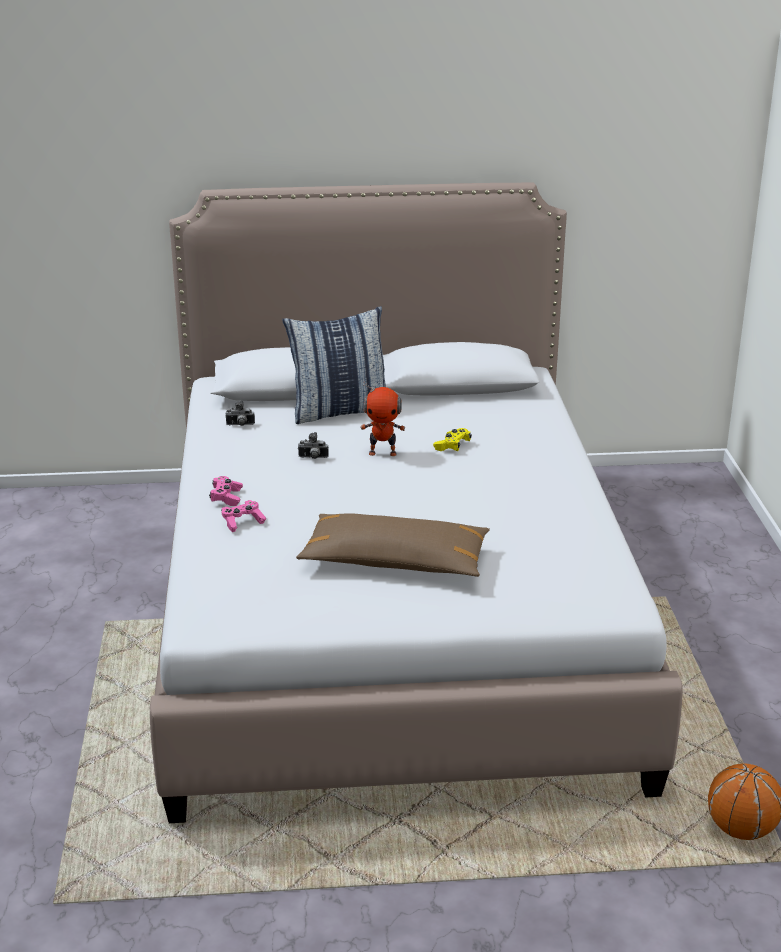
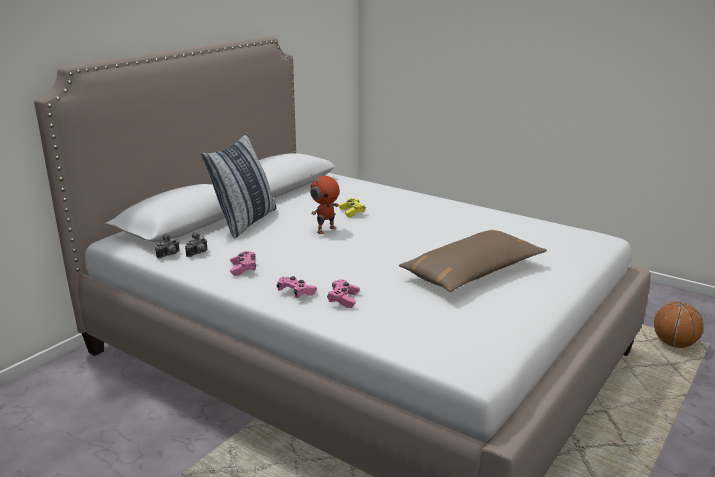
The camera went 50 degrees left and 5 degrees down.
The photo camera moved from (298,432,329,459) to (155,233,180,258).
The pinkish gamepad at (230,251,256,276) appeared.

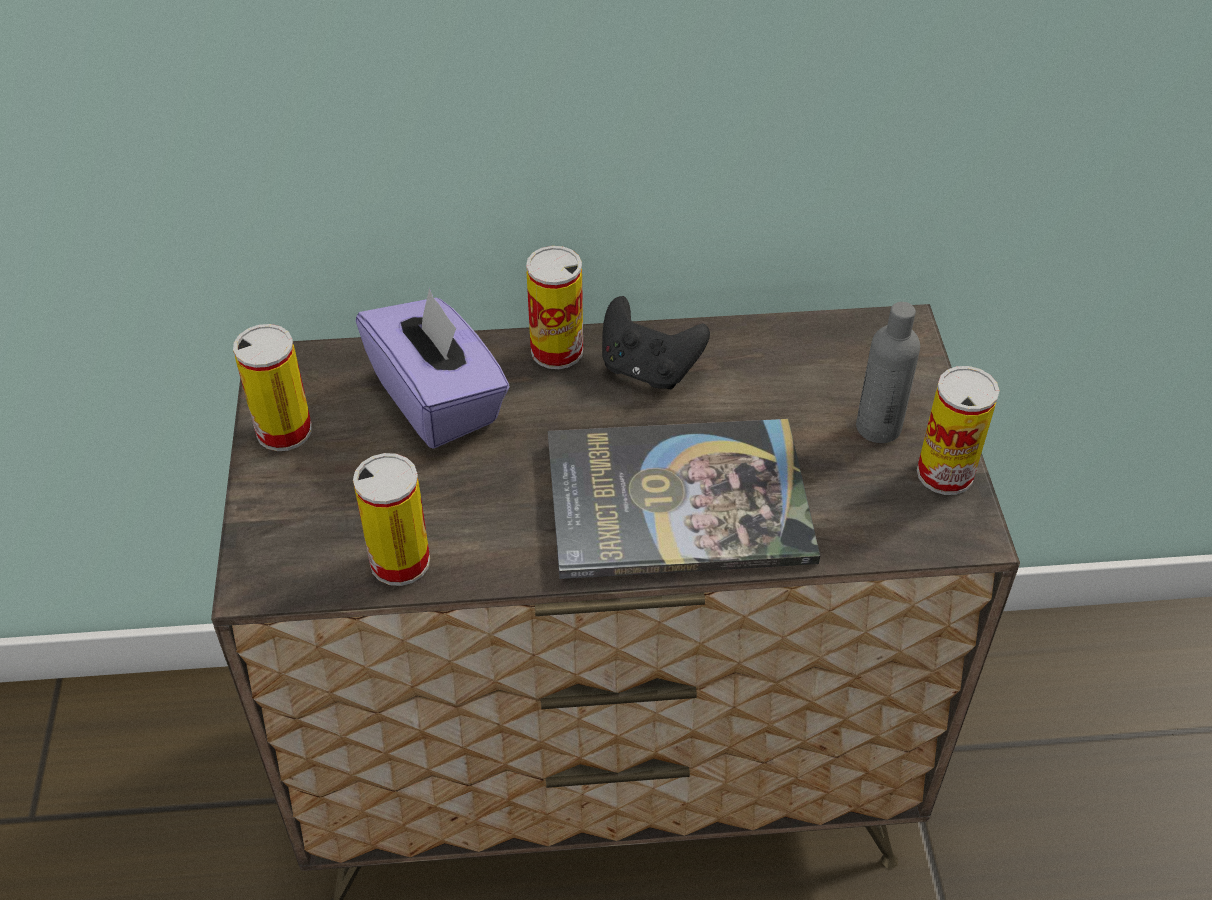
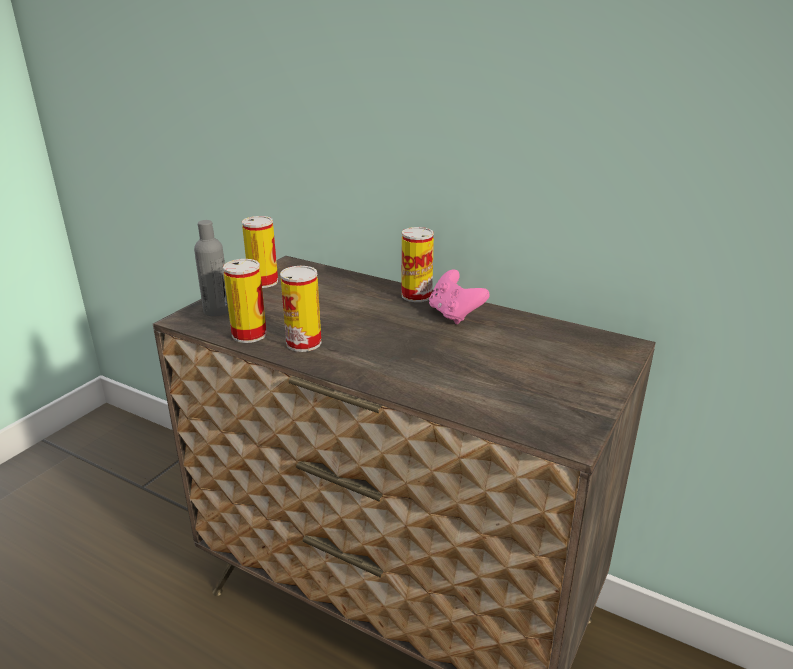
The camera went 35 degrees right and 20 degrees down.
The purple-coloured box of tissues at (356,288,510,449) disappeared.
The book at (548,419,820,579) disappeared.
The blackish gamepad at (602,296,710,389) became the pinkish gamepad at (429,270,490,324).
The gray beverage bottle moved from (856,302,920,443) to (194,220,229,316).
The can moved from (917,366,1000,495) to (280,266,321,352).

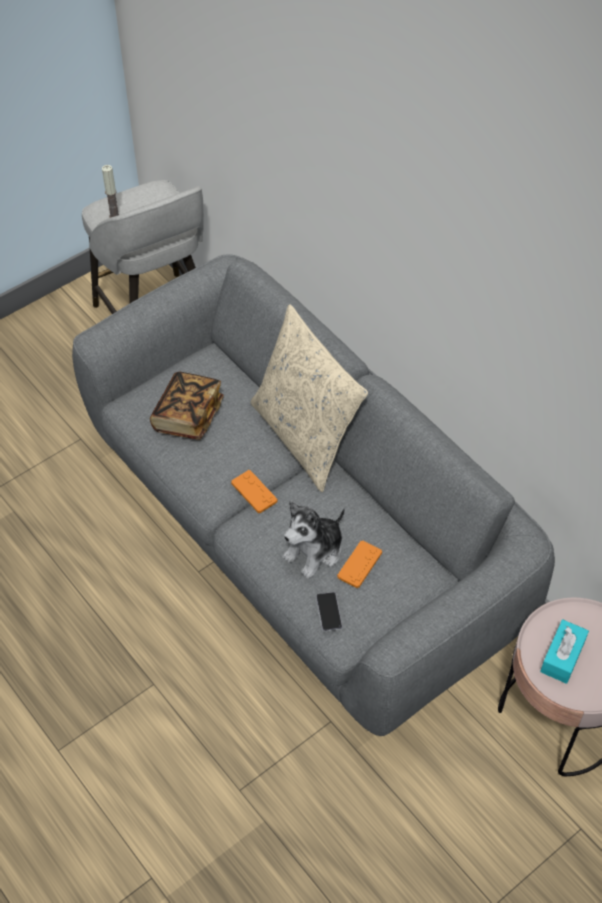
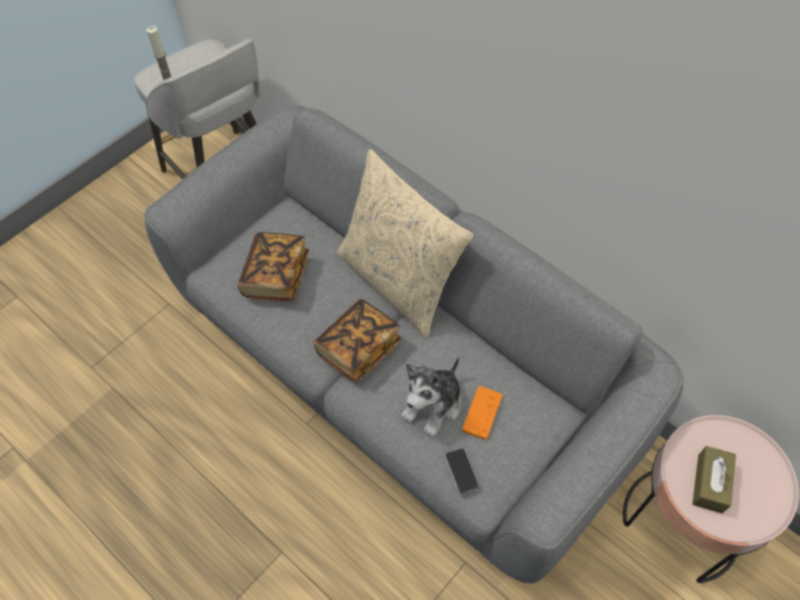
The camera went 10 degrees left and 5 degrees up.
The orangey gamepad at (231,470,277,513) was replaced by the book at (313,299,401,383).
The turquoise box of tissues at (540,619,589,684) became the brown-coloured box of tissues at (692,446,736,513).

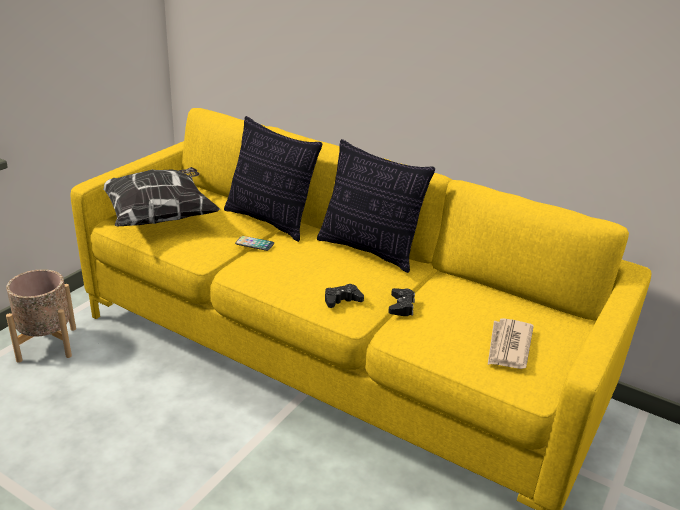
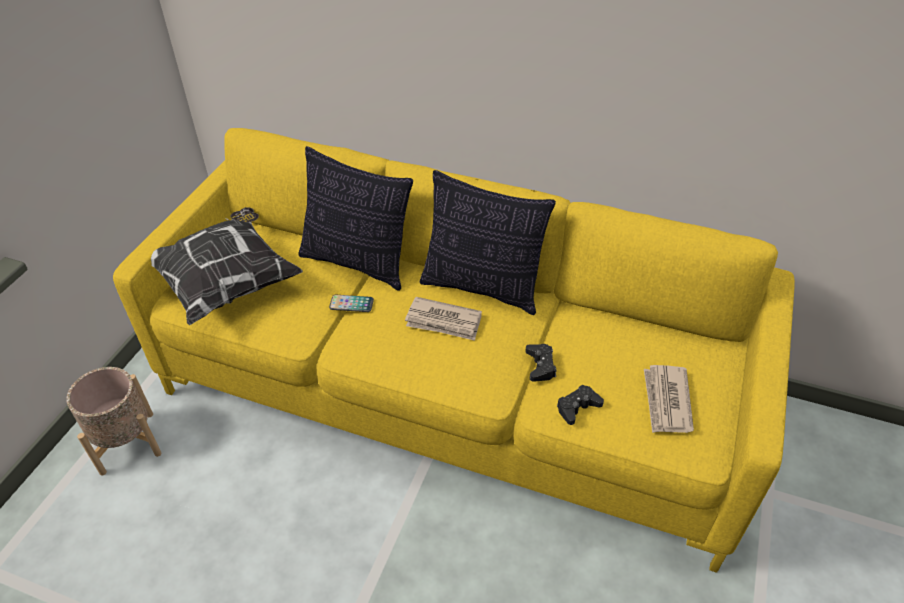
The camera went 10 degrees left and 15 degrees up.
The blackish gamepad moved from (325,284,364,308) to (557,385,604,425).
The daily paper at (405,297,482,341) appeared.

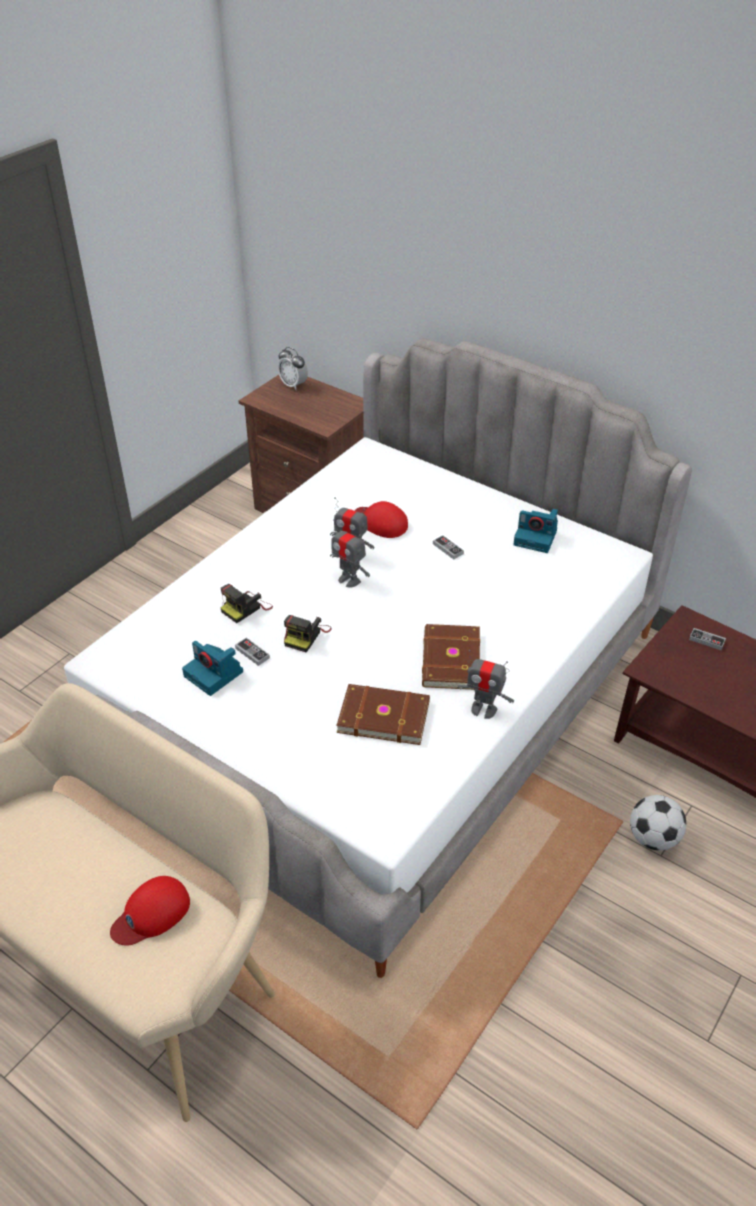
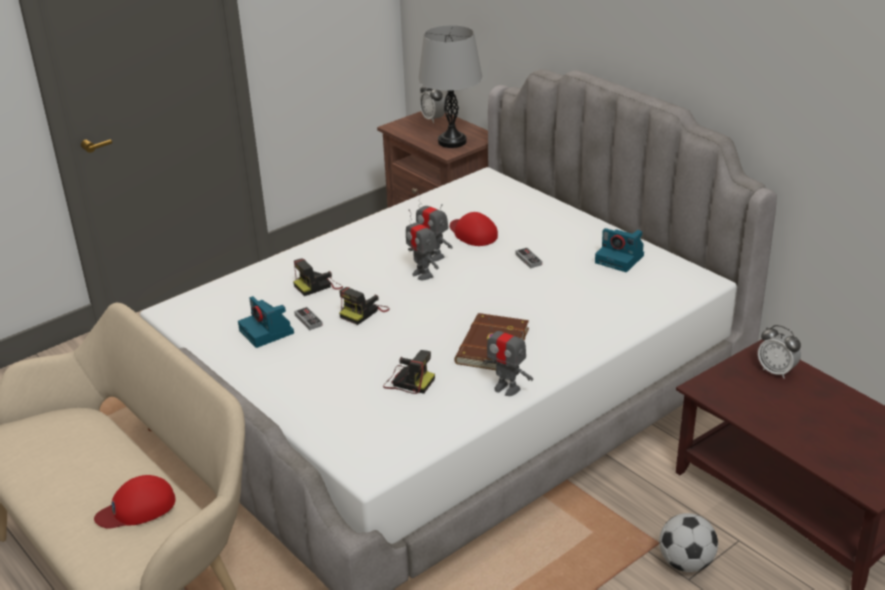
The camera went 15 degrees right and 10 degrees down.
The brown-coloured book at (336,684,430,745) was replaced by the photo camera at (383,350,435,394).
The gamepad at (689,628,726,650) was replaced by the bedside clock at (758,325,801,379).
The gray tabletop lamp at (418,25,483,148) appeared.

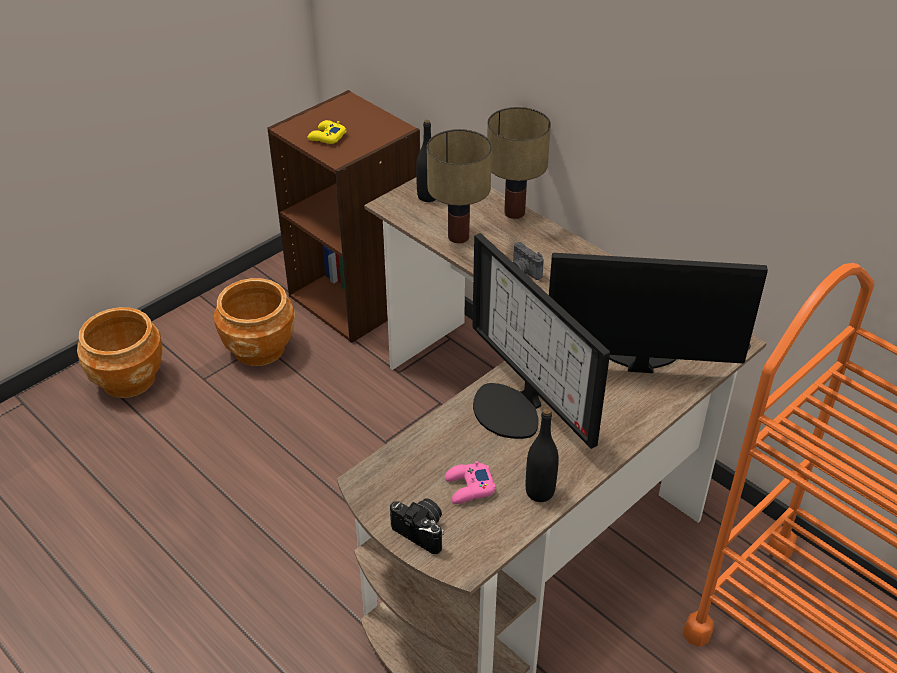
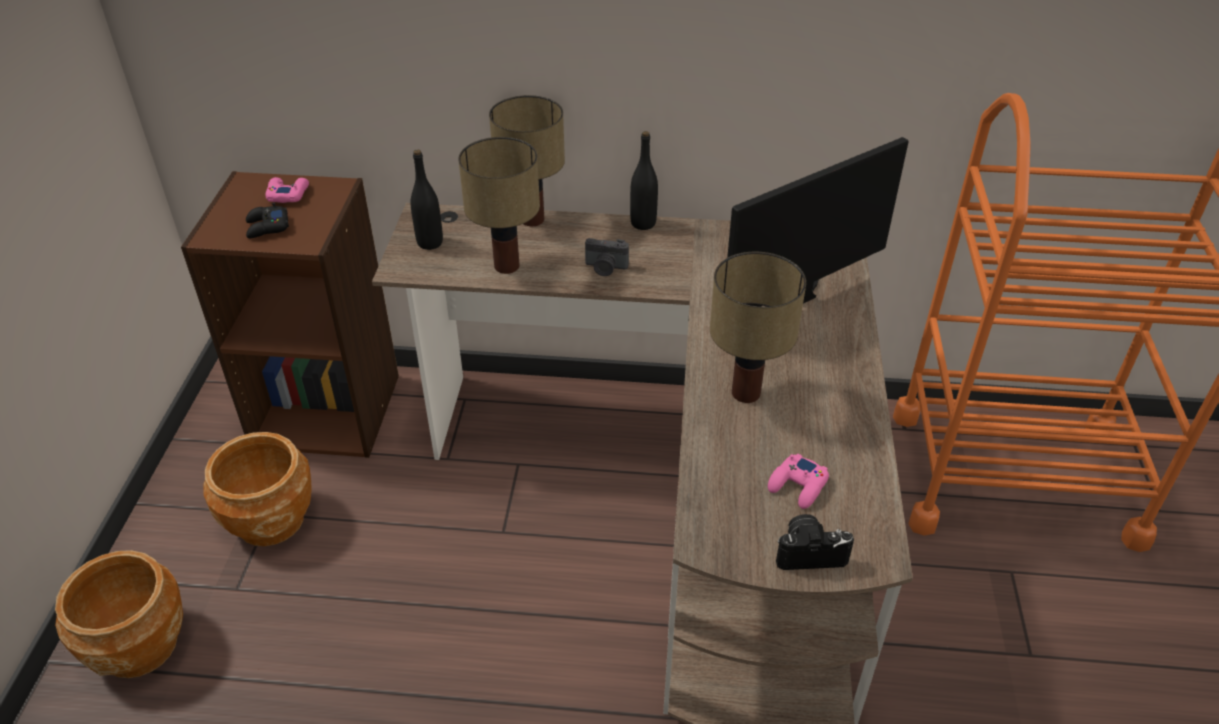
The camera went 40 degrees left and 0 degrees up.
The yellow gamepad at (307,120,346,144) became the blackish gamepad at (246,202,289,238).
The computer screen at (472,233,610,449) was replaced by the tabletop lamp at (710,252,806,403).
The blackish beverage bottle moved from (526,408,559,502) to (630,131,658,230).
The pinkish gamepad at (265,177,309,203) appeared.

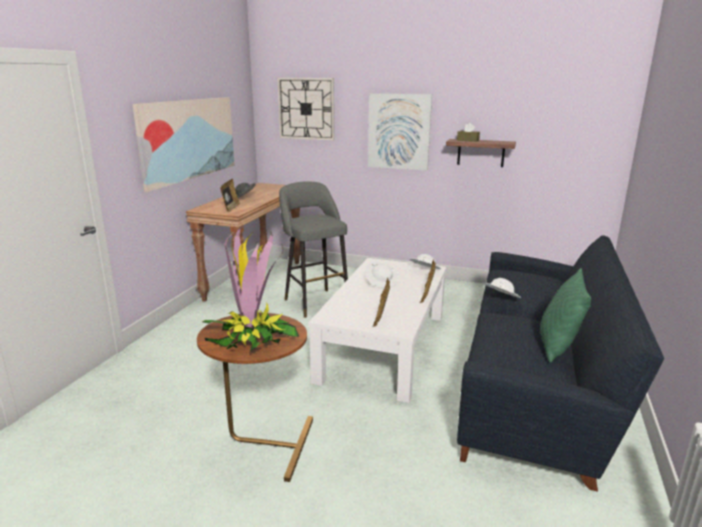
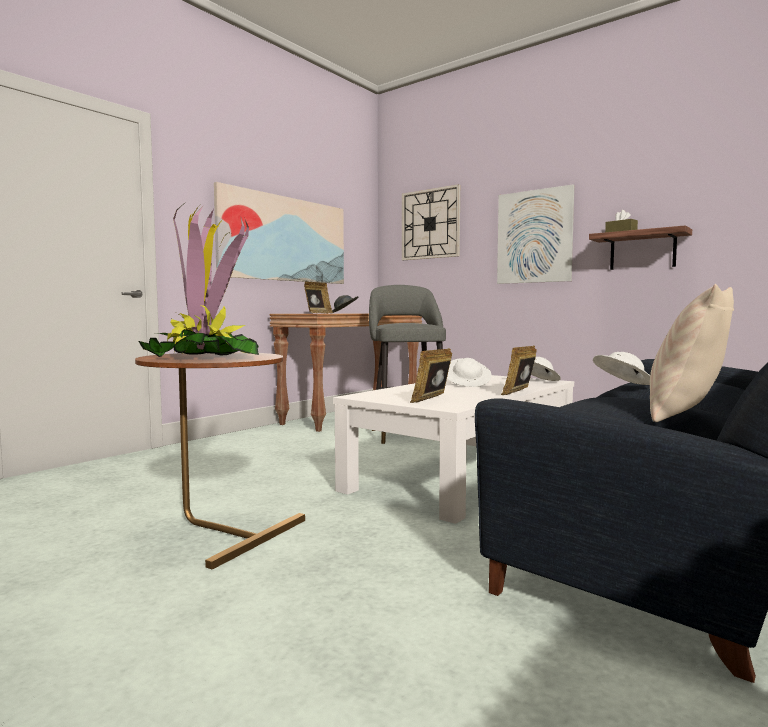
The camera went 20 degrees right and 15 degrees down.
The green-coloured cushion at (540,268,591,363) became the beige cushion at (650,284,734,422).

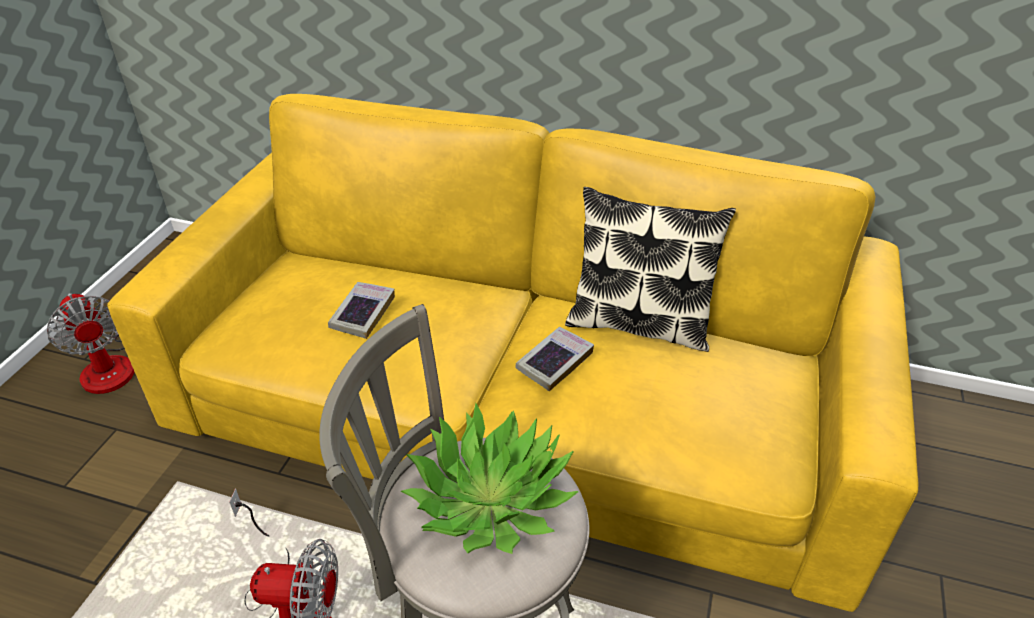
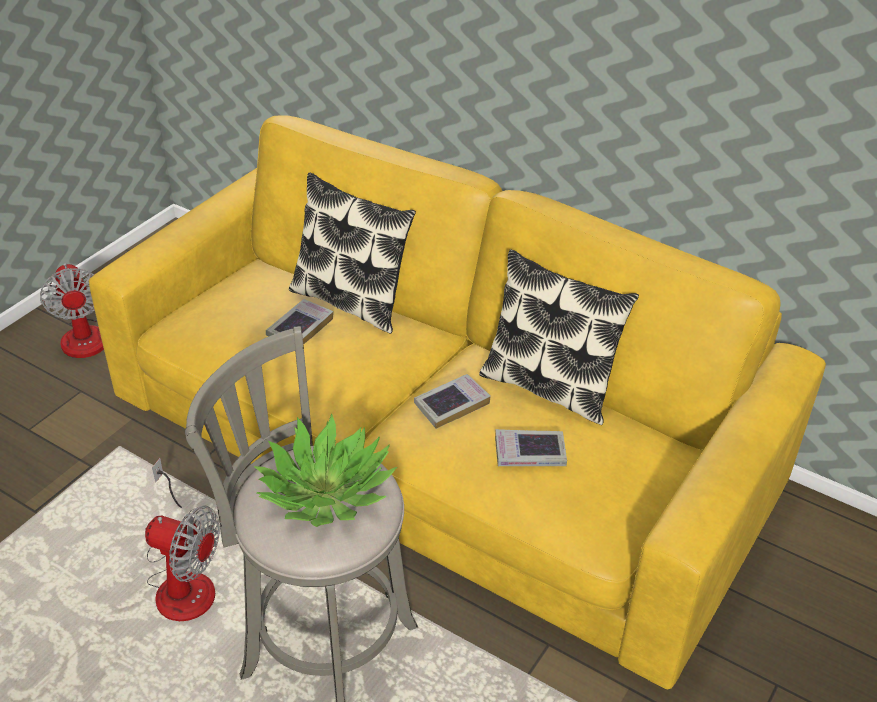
The camera went 15 degrees right and 0 degrees up.
The cushion at (289,172,416,334) appeared.
The book at (495,429,567,466) appeared.

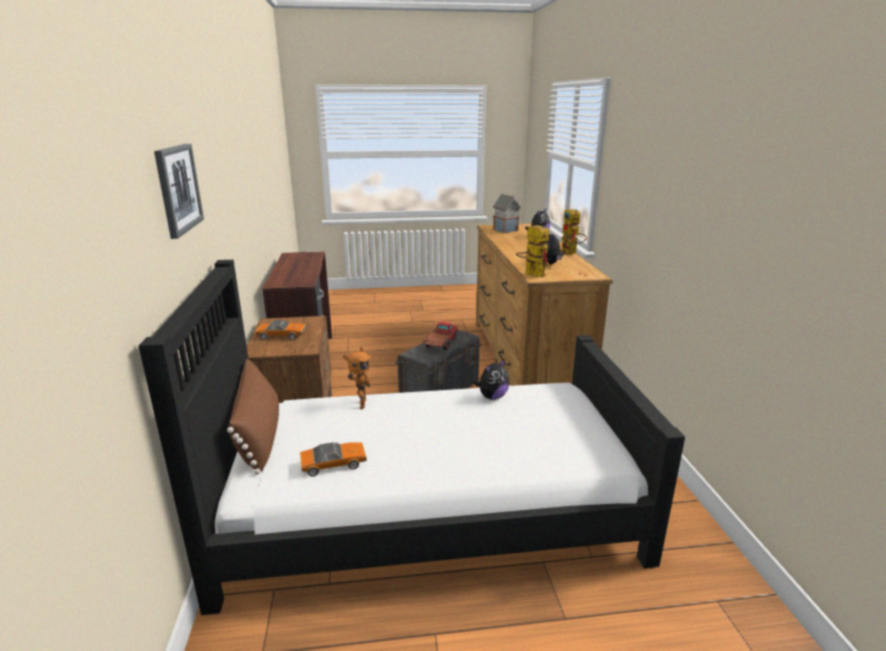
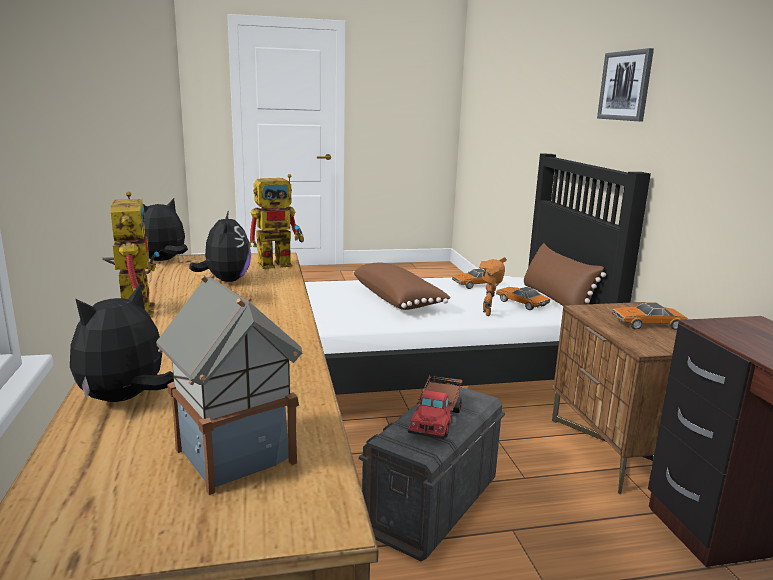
The camera went 175 degrees right and 5 degrees down.
The plush toy moved from (474,359,509,400) to (143,198,188,261).
The toy robot at (516,222,550,278) turned 75 degrees counterclockwise.
The brown-coloured cushion at (353,263,451,310) appeared.
The miniature car at (496,287,551,310) appeared.

